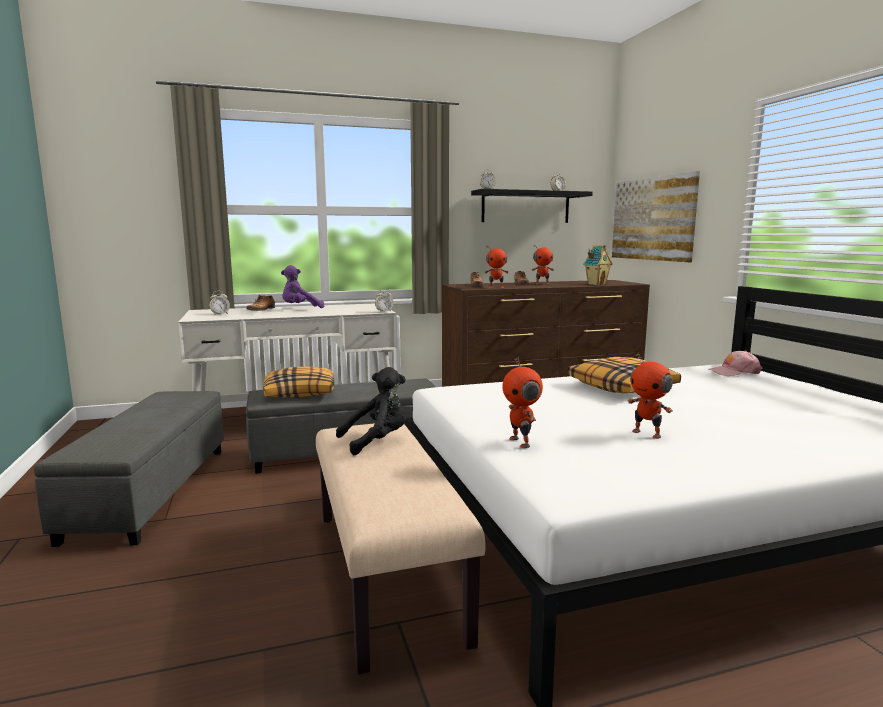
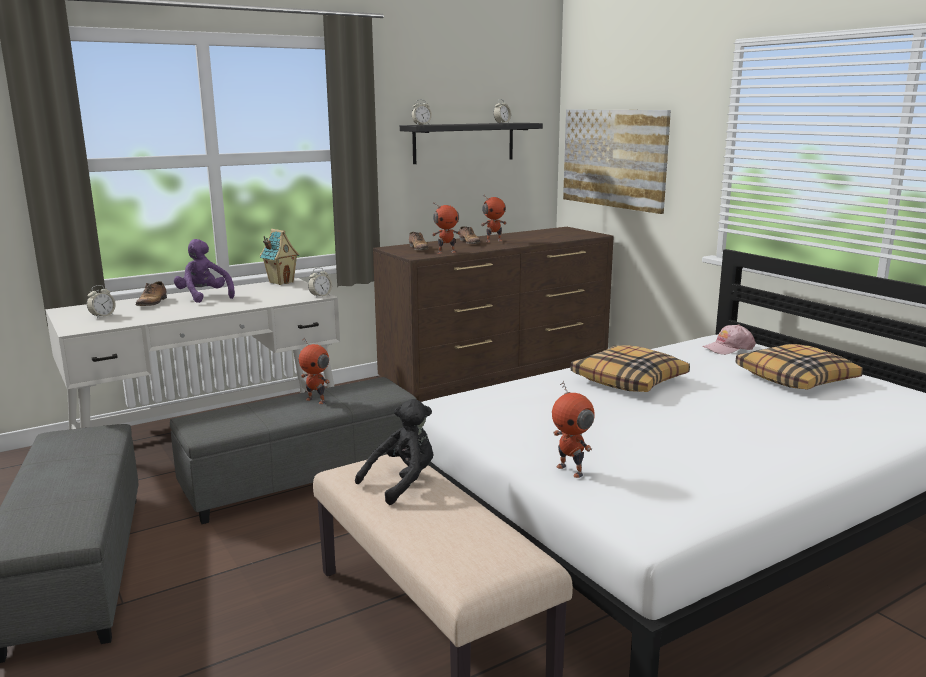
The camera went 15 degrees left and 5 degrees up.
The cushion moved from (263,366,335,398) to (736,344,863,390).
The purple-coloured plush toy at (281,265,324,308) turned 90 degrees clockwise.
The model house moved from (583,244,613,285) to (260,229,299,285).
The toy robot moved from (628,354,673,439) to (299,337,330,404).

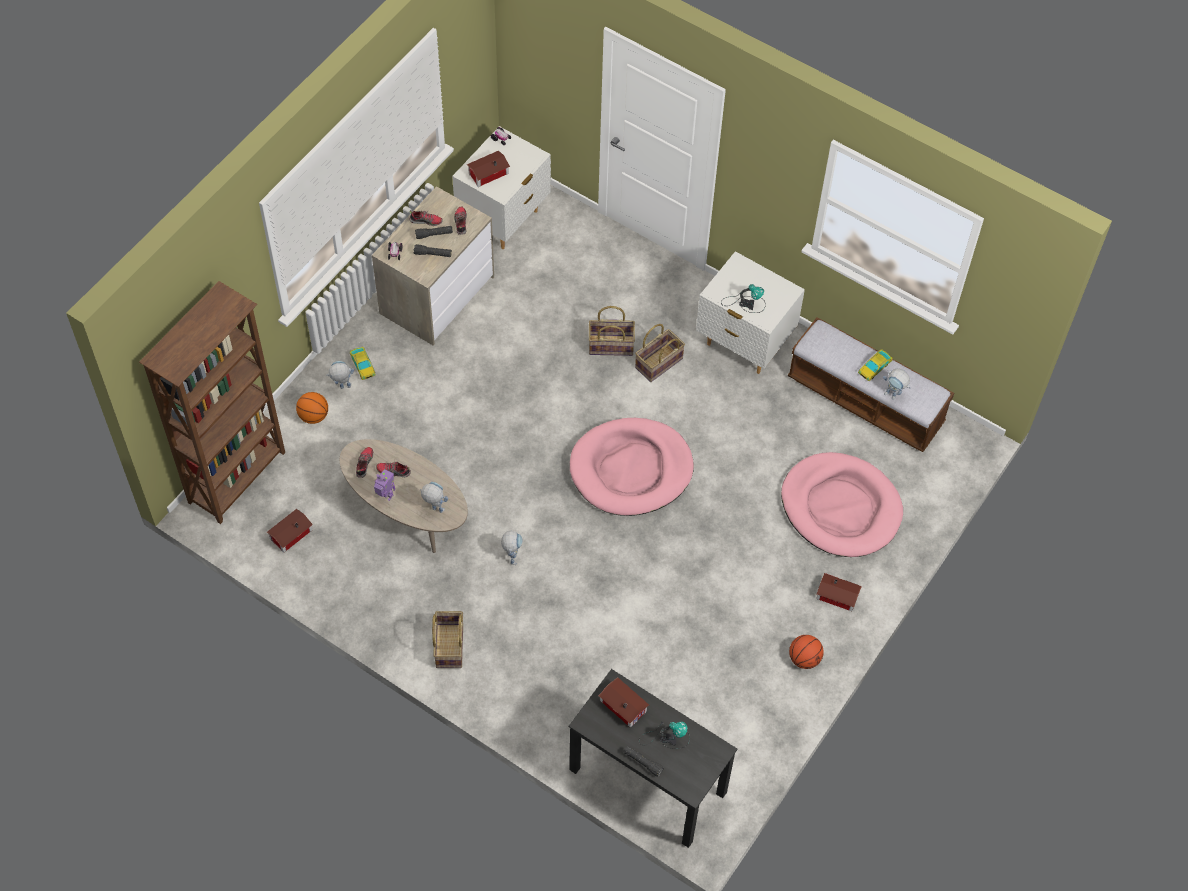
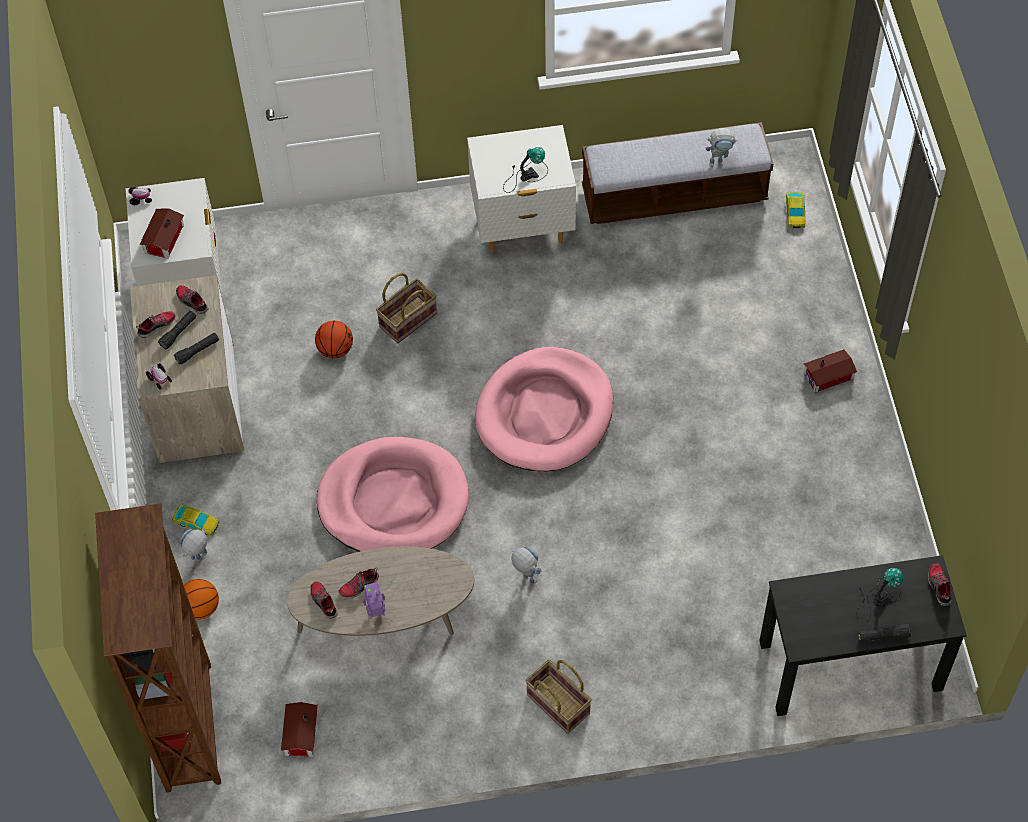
The camera went 40 degrees left and 0 degrees up.
The toy robot at (420,482,448,513) disappeared.
The model house at (599,677,649,728) disappeared.
The storage basket at (635,324,685,382) disappeared.
The pinkish dog bed moved from (781,452,903,557) to (317,437,469,552).
The basketball ball moved from (789,635,824,669) to (315,321,353,358).
The miniature car moved from (858,349,893,381) to (786,192,806,228).
The low shoe at (928,564,951,606) appeared.

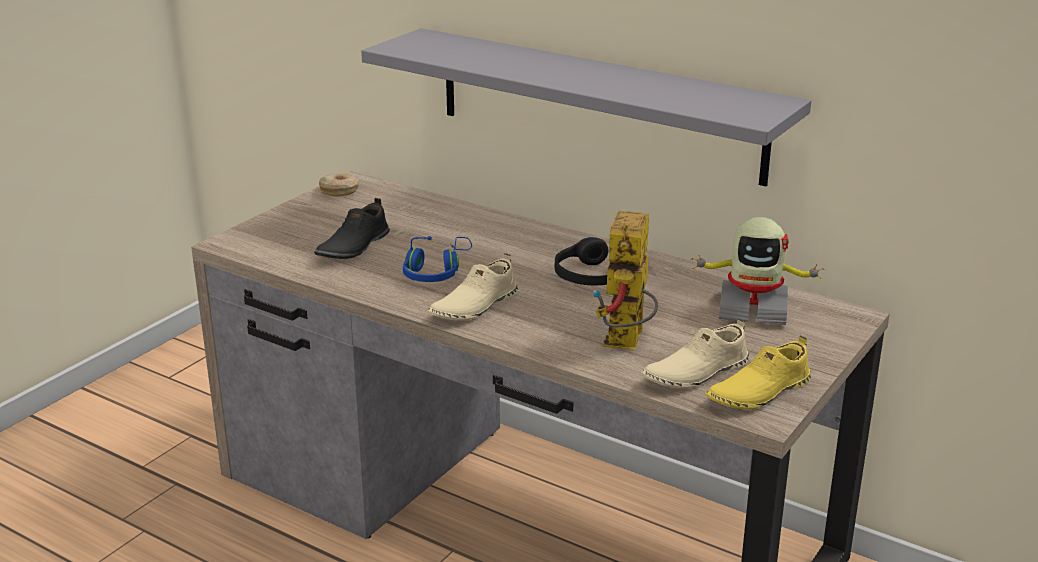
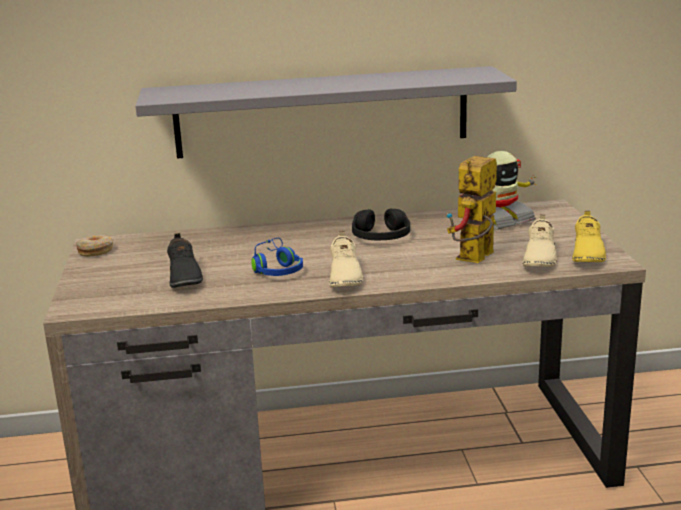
The camera went 40 degrees left and 5 degrees down.
The toy robot at (593,211,658,349) turned 60 degrees clockwise.

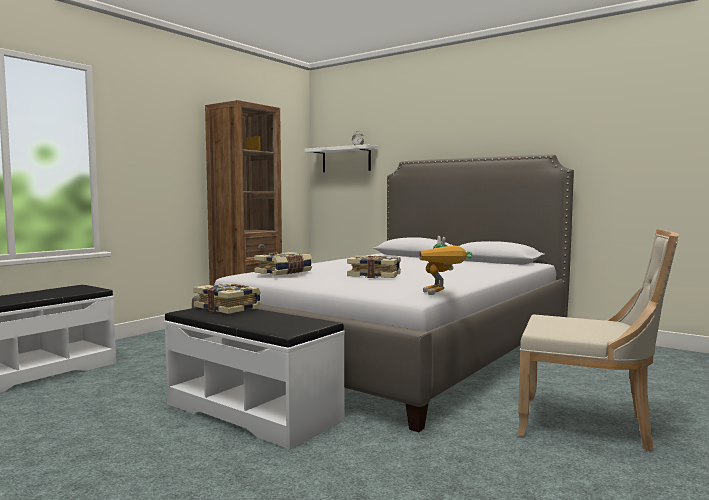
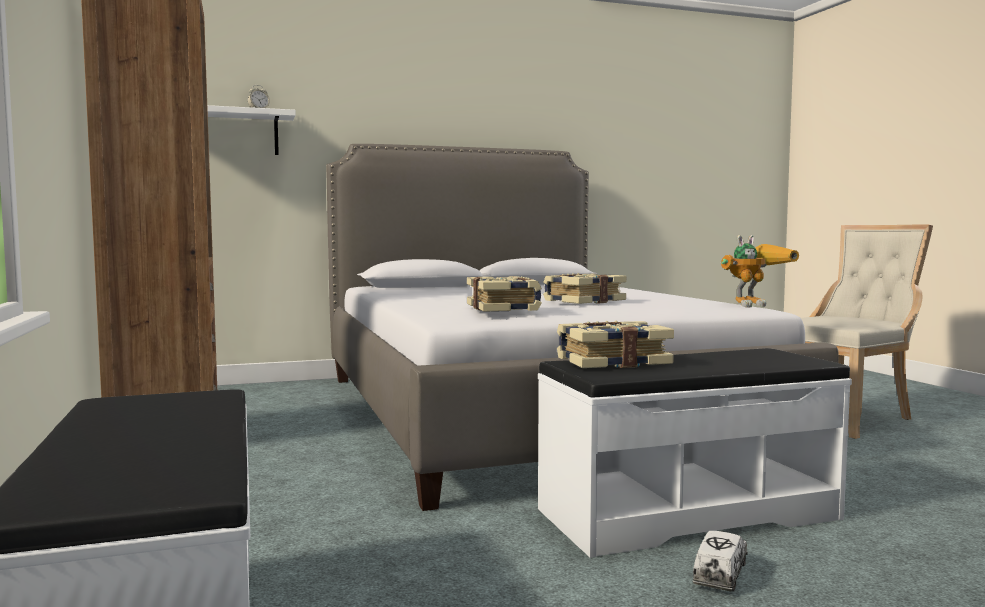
The camera went 55 degrees left and 0 degrees up.
The toy robot at (419,236,472,295) turned 45 degrees counterclockwise.
The model truck at (692,531,748,592) appeared.

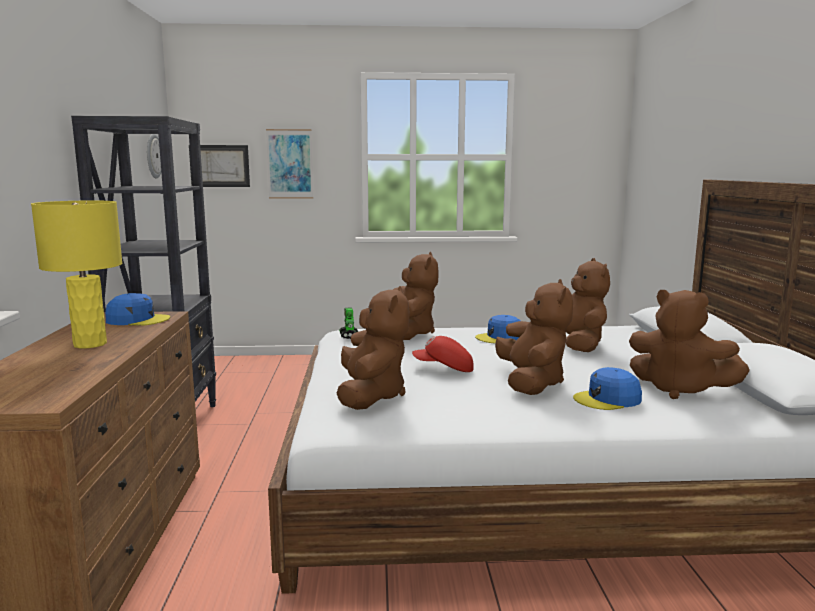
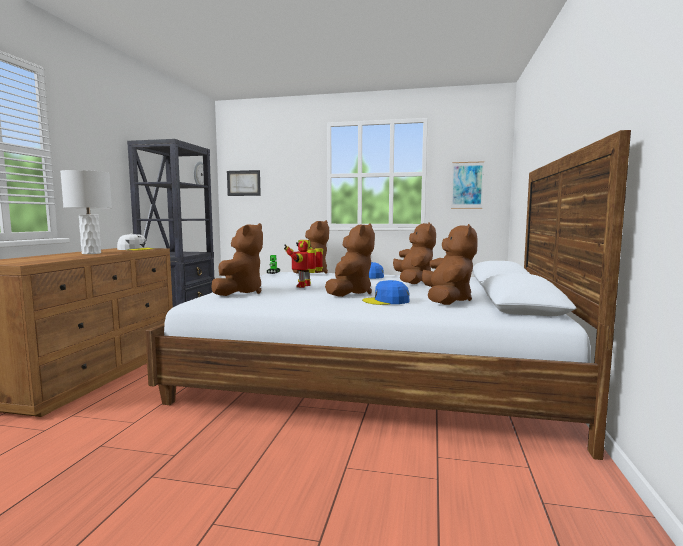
The camera went 15 degrees right and 5 degrees down.
The yellow tabletop lamp at (31,201,122,348) became the whitish tabletop lamp at (60,170,112,254).
The blue-coloured baseball cap at (105,293,171,326) became the whitish baseball cap at (117,234,155,251).
The wall picture moved from (266,129,313,199) to (451,161,484,209).
The red baseball cap at (412,336,474,372) was replaced by the toy robot at (284,240,323,288).
The brown-coloured plush toy at (629,290,750,399) turned 135 degrees counterclockwise.

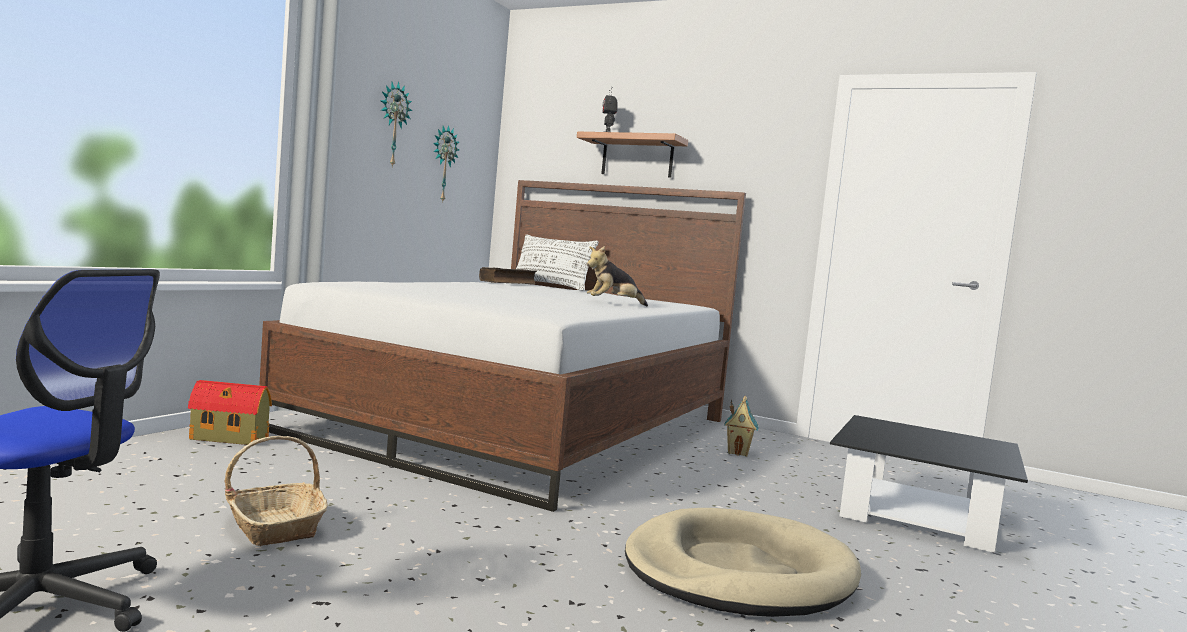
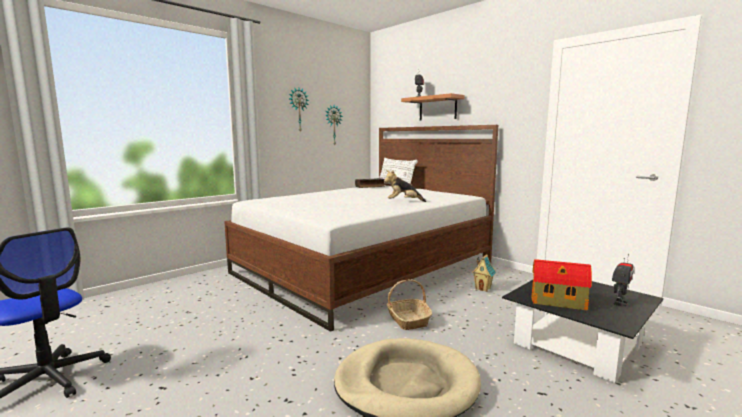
The camera went 20 degrees right and 5 degrees up.
The model house moved from (188,380,272,446) to (532,259,592,310).
The storage basket moved from (224,436,328,546) to (386,280,432,330).
The toy robot at (612,254,634,307) appeared.

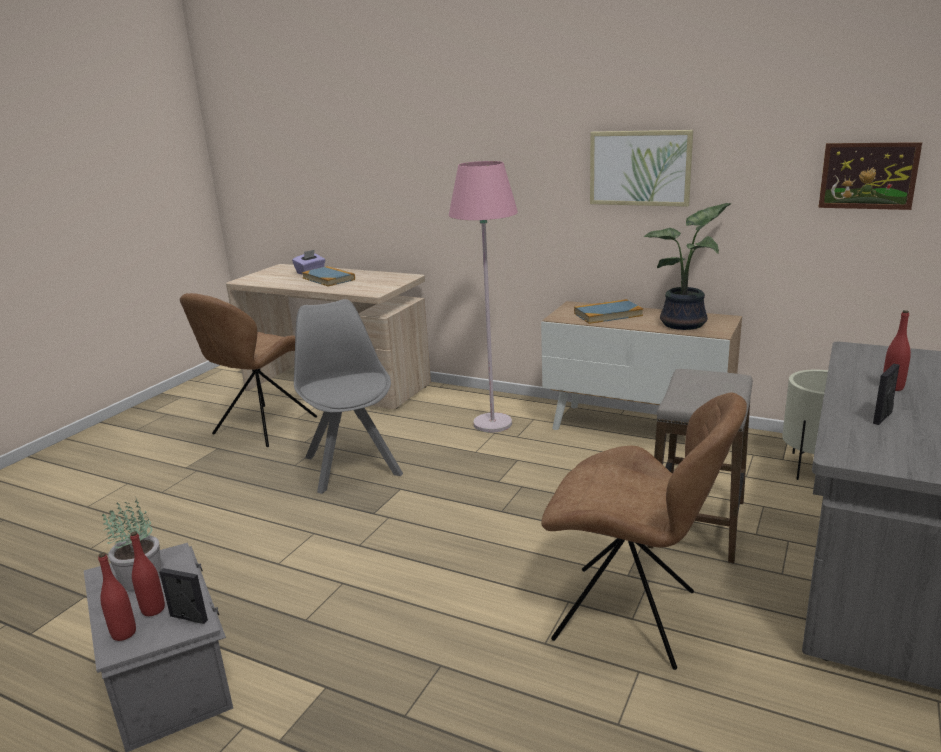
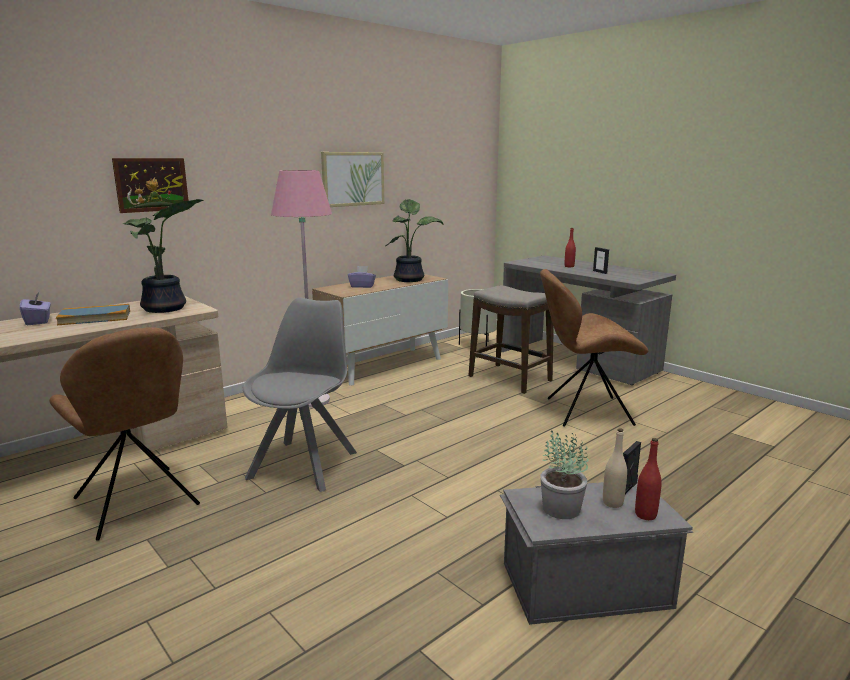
The camera went 70 degrees left and 5 degrees down.
The red beverage bottle at (130,531,165,616) became the beige beverage bottle at (603,428,627,508).
The gray plain chair at (294,299,403,494) turned 105 degrees clockwise.
The brown-coloured plain chair at (541,393,747,670) turned 135 degrees counterclockwise.
The book at (574,299,643,324) was replaced by the purple-coloured box of tissues at (348,266,376,288).
The wall picture moved from (818,142,922,210) to (112,158,189,213).
The plant in a pot at (123,199,204,313) appeared.

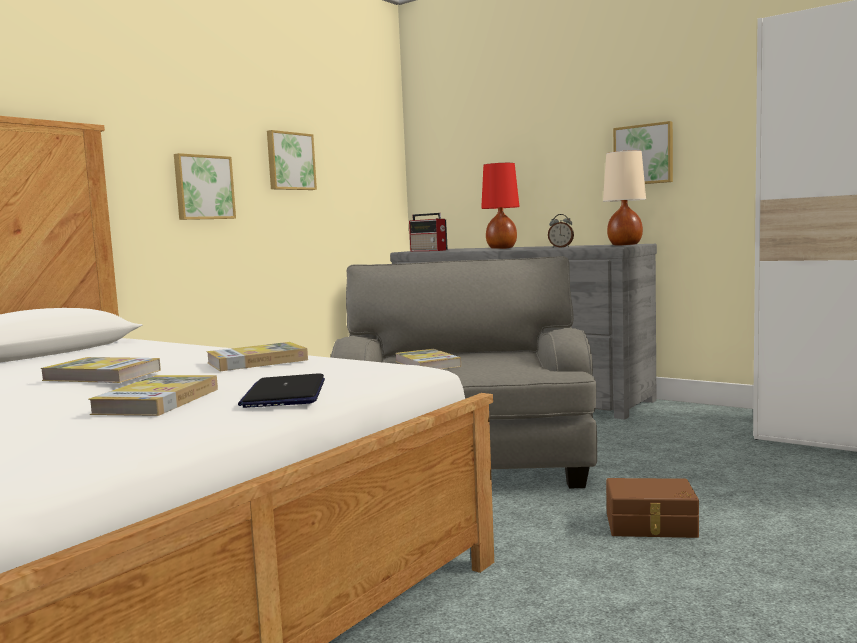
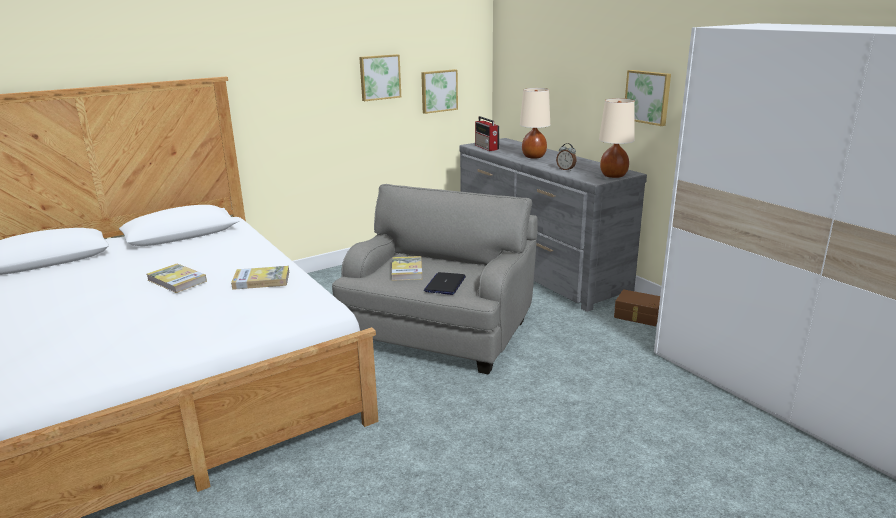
The camera went 20 degrees right and 15 degrees up.
The book at (88,375,218,416) disappeared.
The wall picture moved from (174,153,236,220) to (421,69,458,114).
The laptop moved from (238,373,325,408) to (424,272,466,295).
The red tabletop lamp at (481,163,520,249) became the beige tabletop lamp at (520,88,550,159).
The brown-coloured storage box moved from (606,478,699,538) to (614,289,660,326).

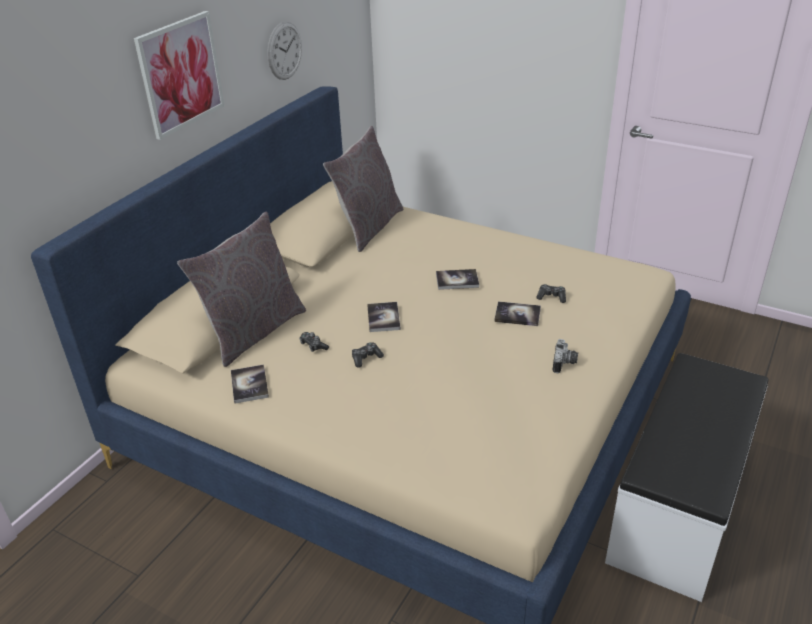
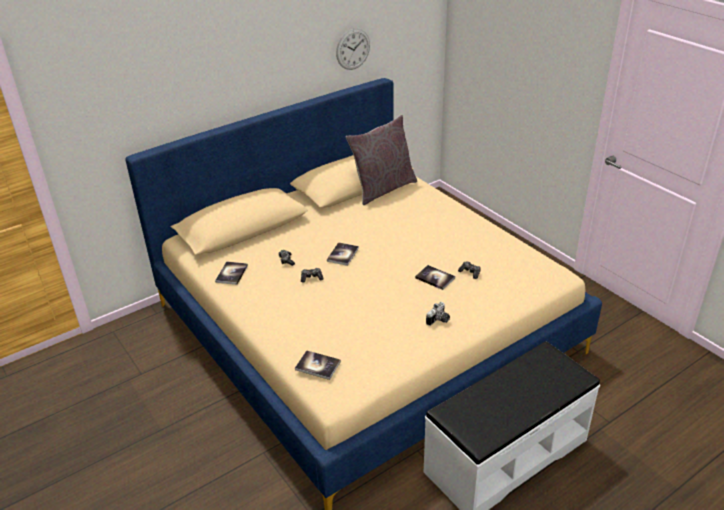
The camera went 25 degrees right and 0 degrees up.
The wall picture at (134,11,225,140) disappeared.
The gray cushion at (177,212,306,367) disappeared.
The book moved from (436,269,479,290) to (295,350,341,380).

